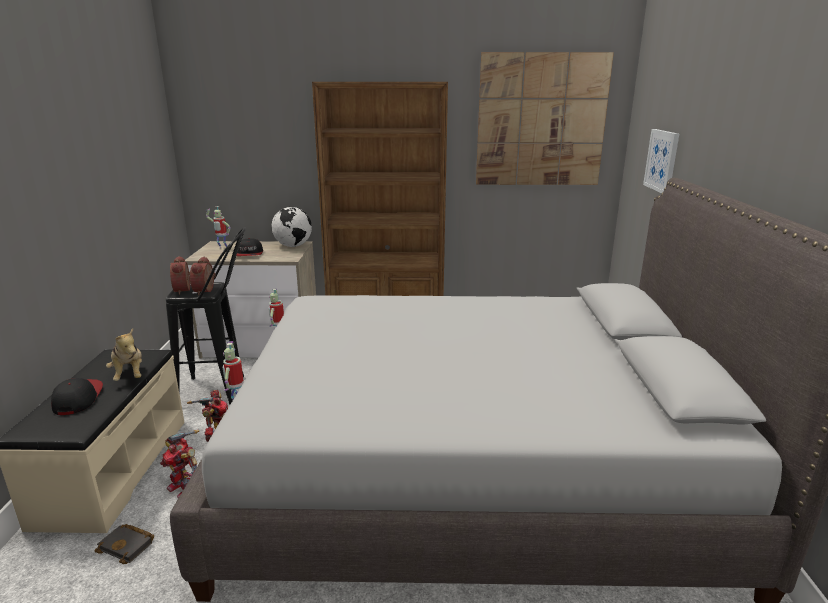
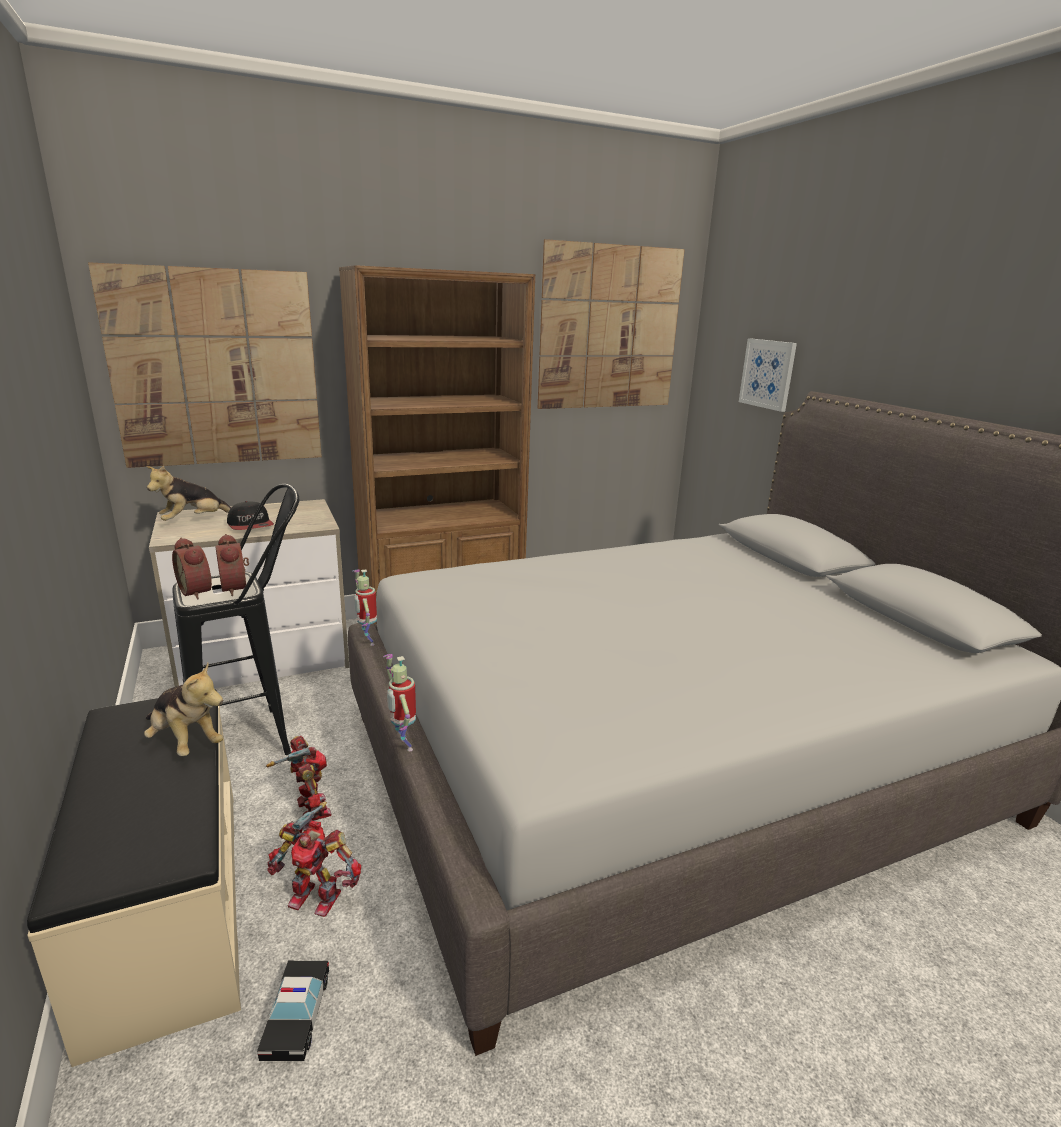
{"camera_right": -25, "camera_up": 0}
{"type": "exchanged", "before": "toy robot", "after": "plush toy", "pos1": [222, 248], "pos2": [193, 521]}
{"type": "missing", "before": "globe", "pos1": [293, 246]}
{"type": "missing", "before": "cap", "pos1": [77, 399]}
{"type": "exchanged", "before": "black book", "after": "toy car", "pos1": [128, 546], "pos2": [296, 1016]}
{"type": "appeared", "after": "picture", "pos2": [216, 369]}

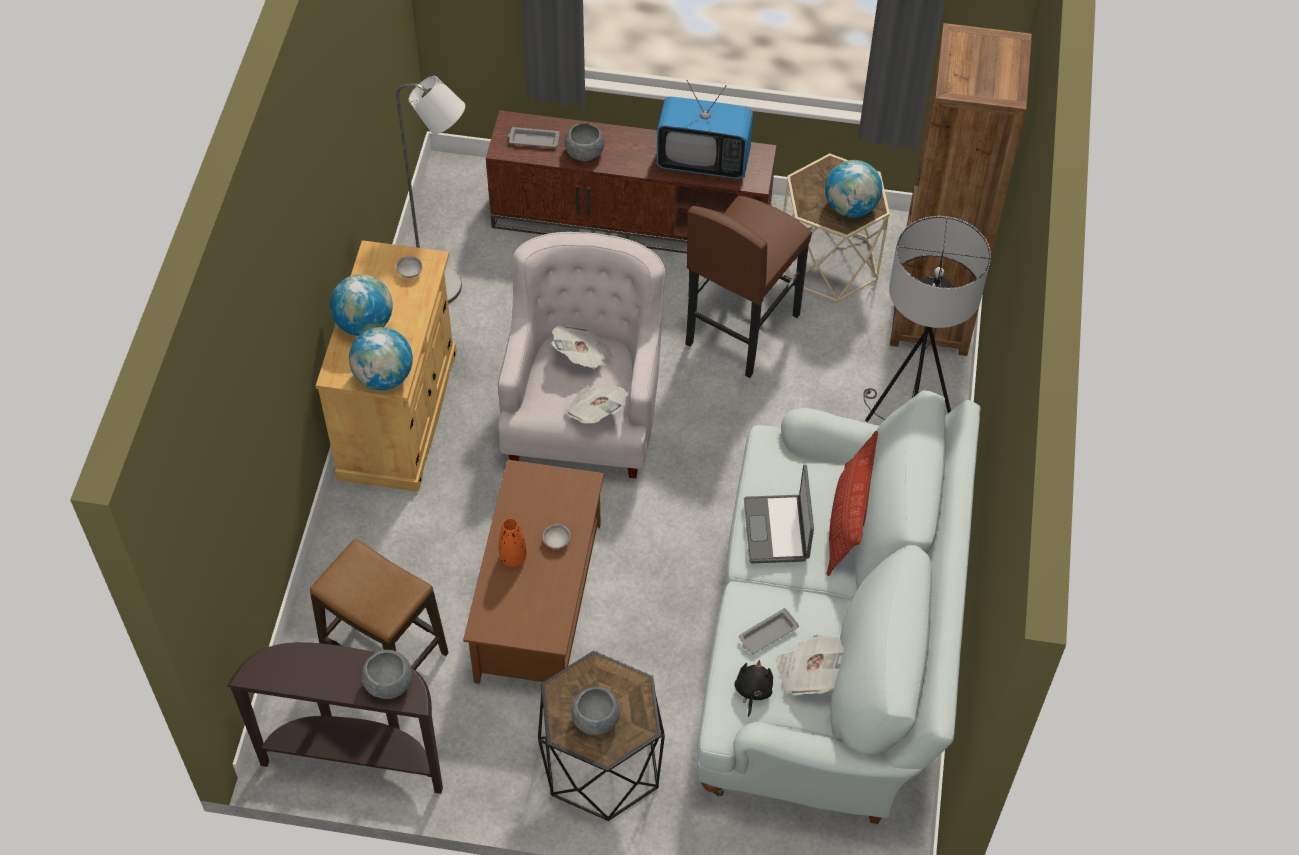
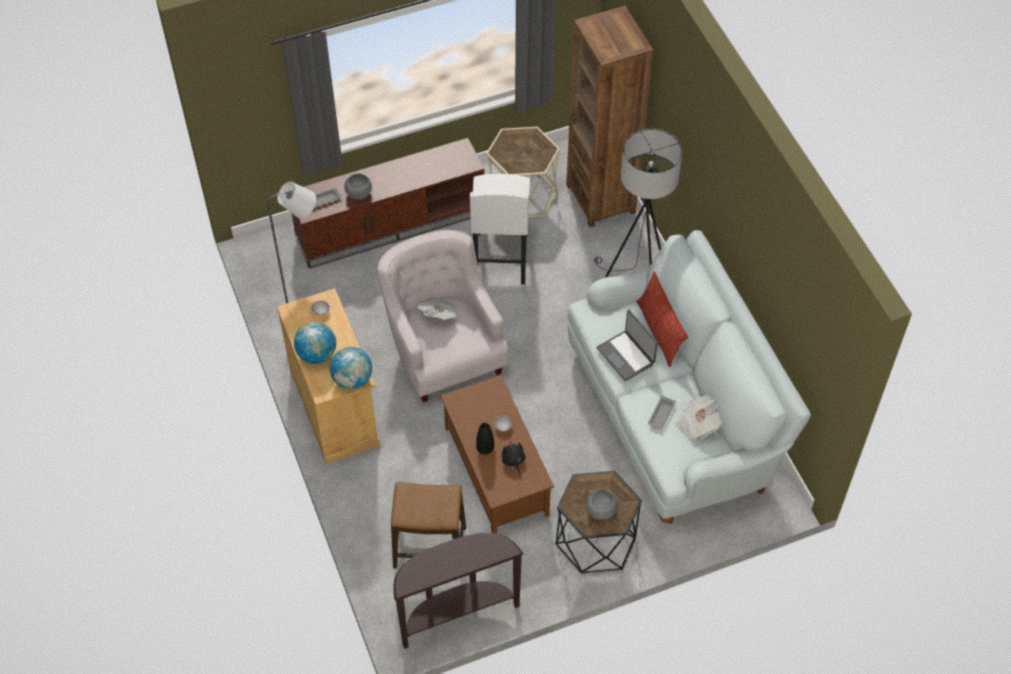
{"camera_right": -30, "camera_up": 0}
{"type": "missing", "before": "television", "pos1": [703, 161]}
{"type": "missing", "before": "globe", "pos1": [850, 207]}
{"type": "colour", "before": "brown stool", "after": "white stool", "pos1": [741, 329], "pos2": [500, 258]}
{"type": "missing", "before": "newspaper", "pos1": [596, 411]}
{"type": "colour", "before": "orange vase", "after": "black vase", "pos1": [513, 557], "pos2": [485, 448]}
{"type": "missing", "before": "grey bowl", "pos1": [388, 683]}
{"type": "relocated", "before": "black plush toy", "pos1": [752, 691], "pos2": [513, 461]}

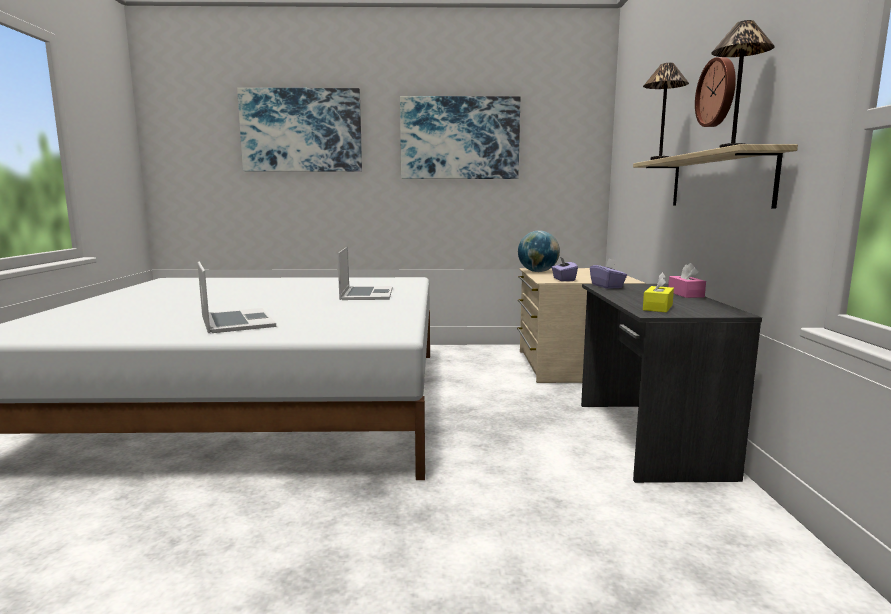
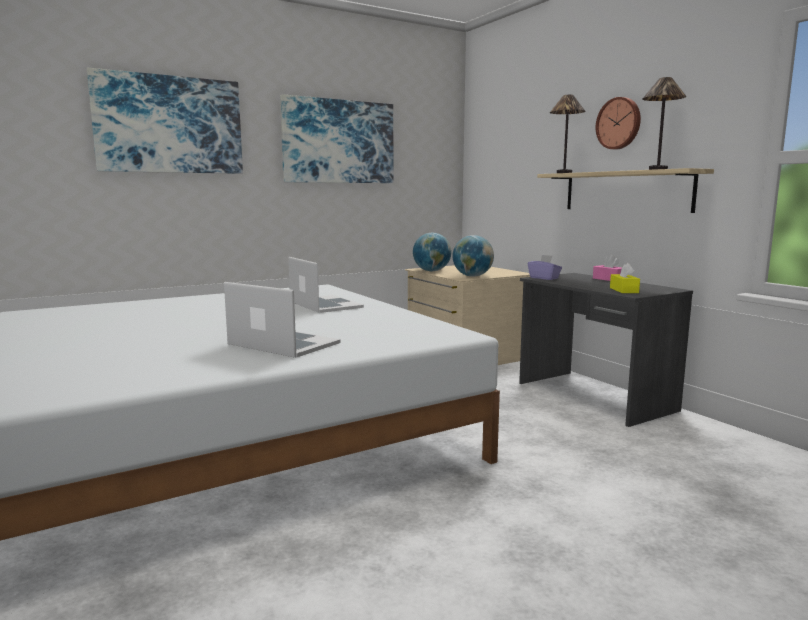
{"camera_right": -30, "camera_up": 0}
{"type": "exchanged", "before": "purple tissue box", "after": "globe", "pos1": [563, 279], "pos2": [472, 276]}

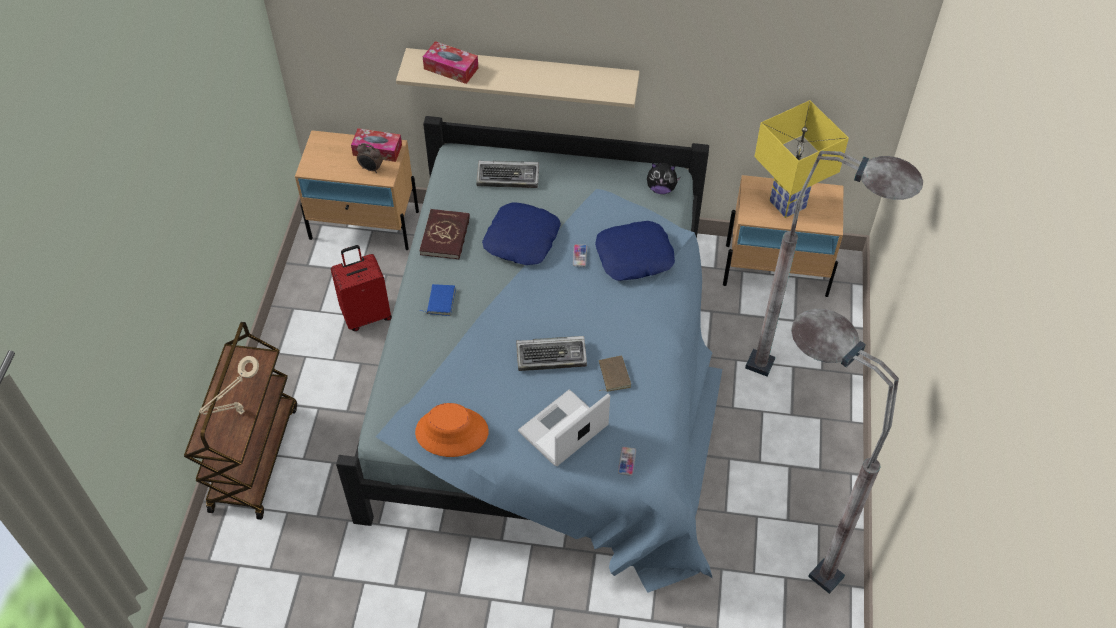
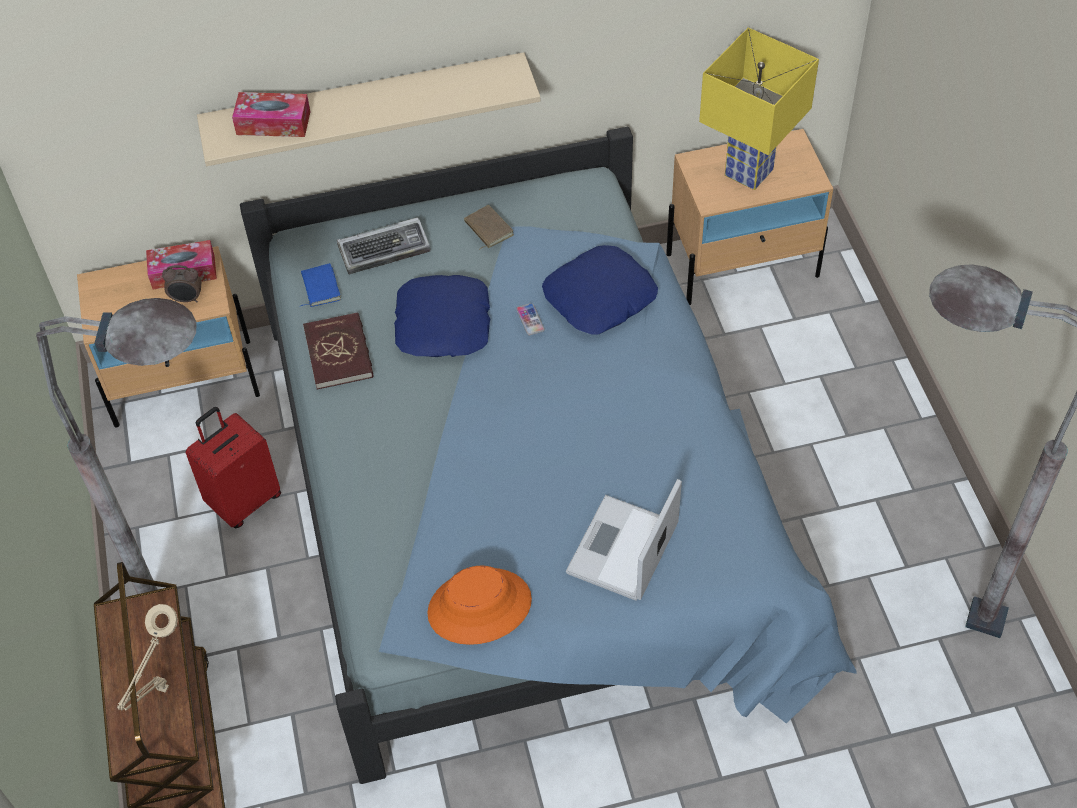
{"camera_right": -20, "camera_up": 0}
{"type": "relocated", "before": "grey floor lamp", "pos1": [805, 382], "pos2": [223, 612]}
{"type": "missing", "before": "plush toy", "pos1": [661, 188]}
{"type": "relocated", "before": "blue book", "pos1": [440, 301], "pos2": [319, 287]}
{"type": "missing", "before": "keyboard", "pos1": [552, 356]}
{"type": "relocated", "before": "brown book", "pos1": [613, 375], "pos2": [487, 229]}
{"type": "missing", "before": "phone", "pos1": [627, 461]}

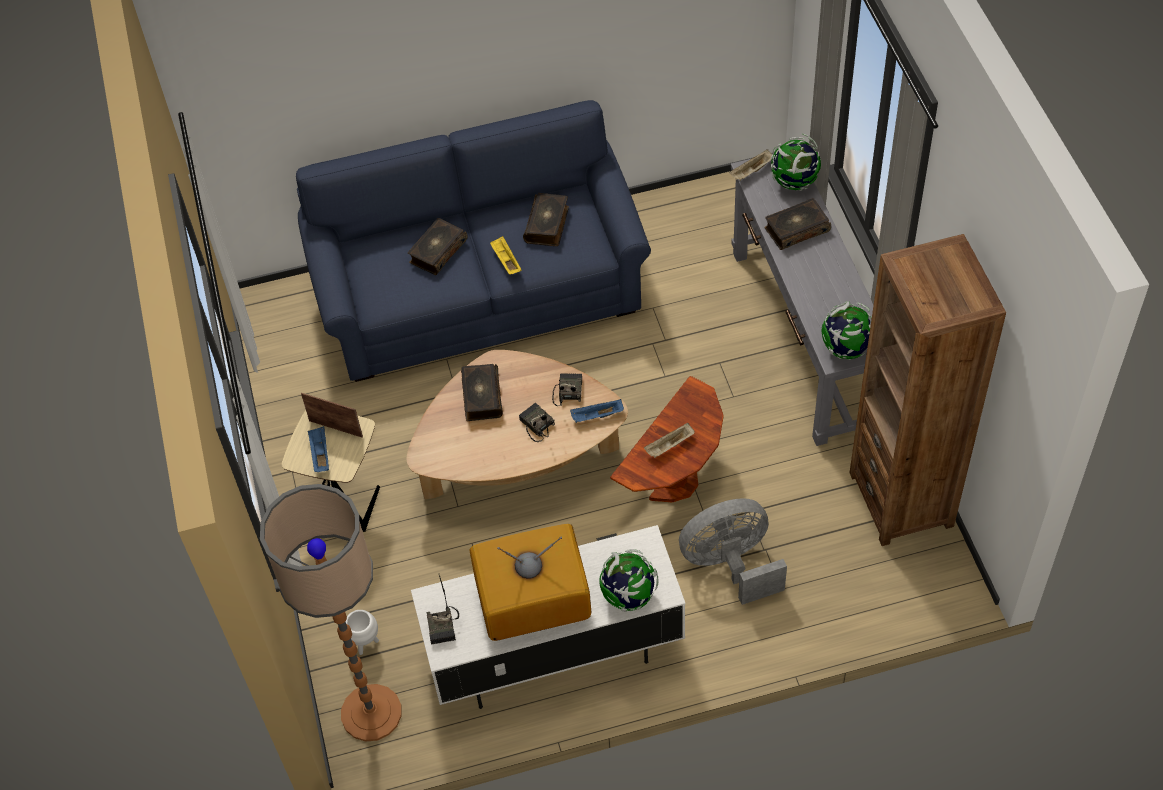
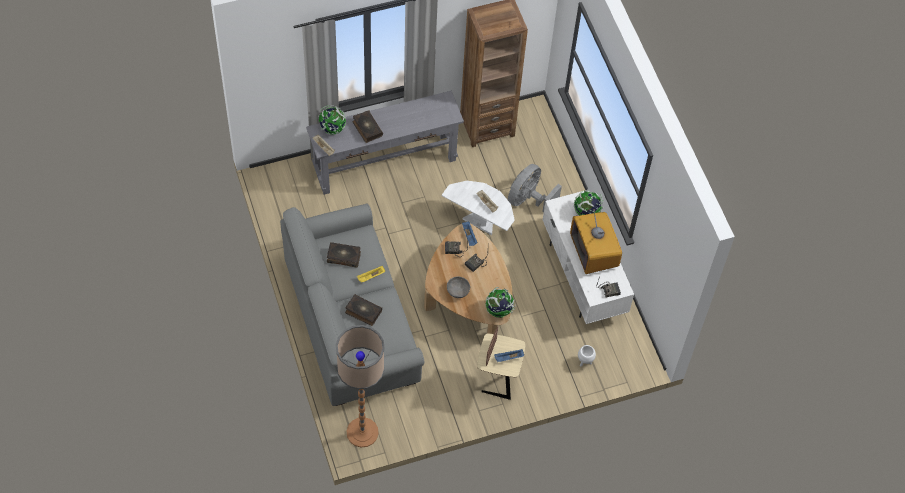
{"camera_right": -100, "camera_up": 5}
{"type": "colour", "before": "blue sofa", "after": "grey sofa", "pos1": [481, 295], "pos2": [351, 321]}
{"type": "relocated", "before": "globe", "pos1": [845, 349], "pos2": [499, 310]}
{"type": "exchanged", "before": "book", "after": "grey bowl", "pos1": [481, 397], "pos2": [458, 291]}
{"type": "colour", "before": "brown side table", "after": "white side table", "pos1": [676, 482], "pos2": [480, 223]}
{"type": "relocated", "before": "floor lamp", "pos1": [371, 712], "pos2": [362, 432]}
{"type": "spun", "before": "grey fan", "pos1": [730, 565], "pos2": [528, 199], "turn": 60}

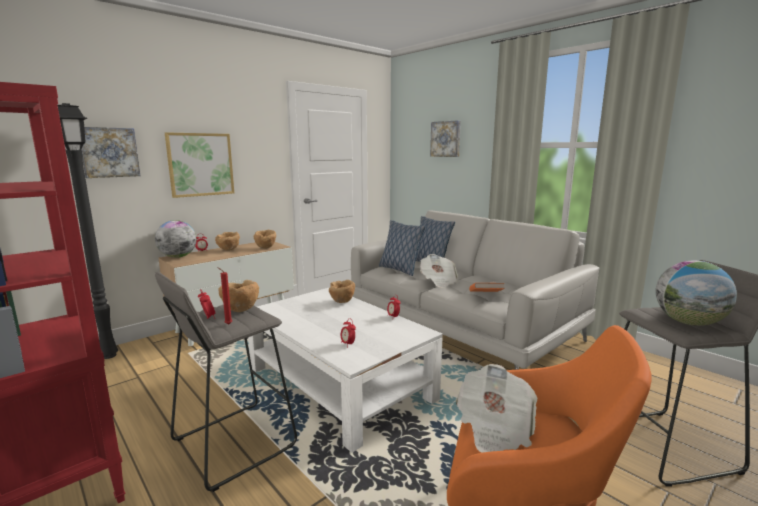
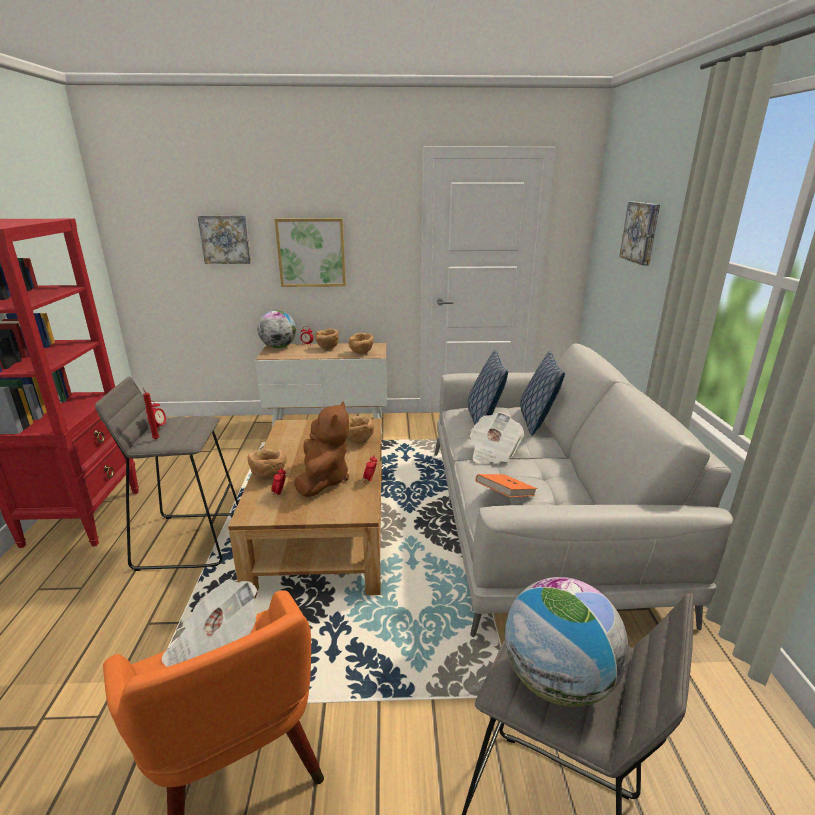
{"camera_right": 40, "camera_up": 10}
{"type": "missing", "before": "black floor lamp", "pos1": [110, 355]}
{"type": "relocated", "before": "brown bowl", "pos1": [240, 310], "pos2": [268, 477]}
{"type": "colour", "before": "white coffee table", "after": "brown coffee table", "pos1": [339, 383], "pos2": [323, 528]}
{"type": "appeared", "after": "brown plush toy", "pos2": [323, 480]}

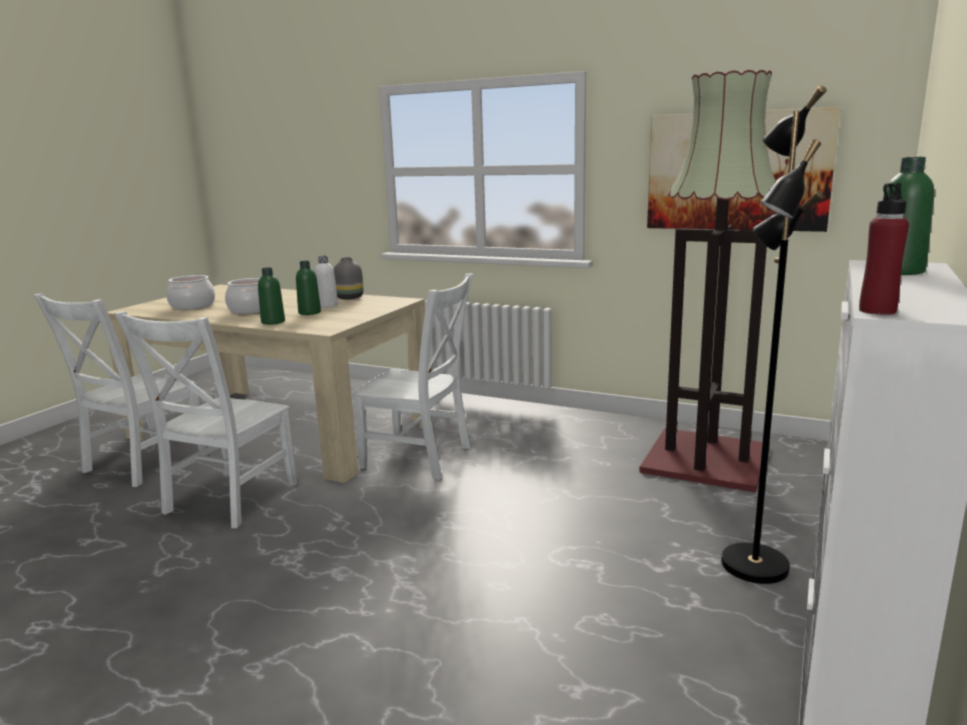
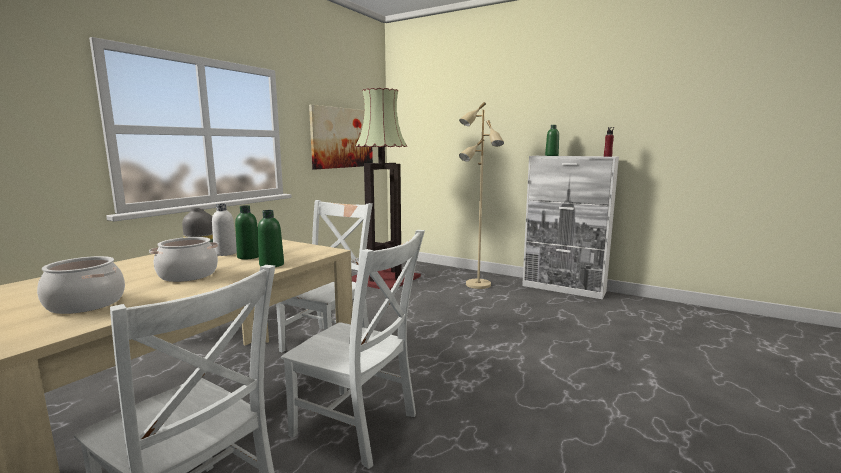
{"camera_right": -85, "camera_up": -5}
{"type": "colour", "before": "black floor lamp", "after": "beige floor lamp", "pos1": [752, 564], "pos2": [477, 285]}

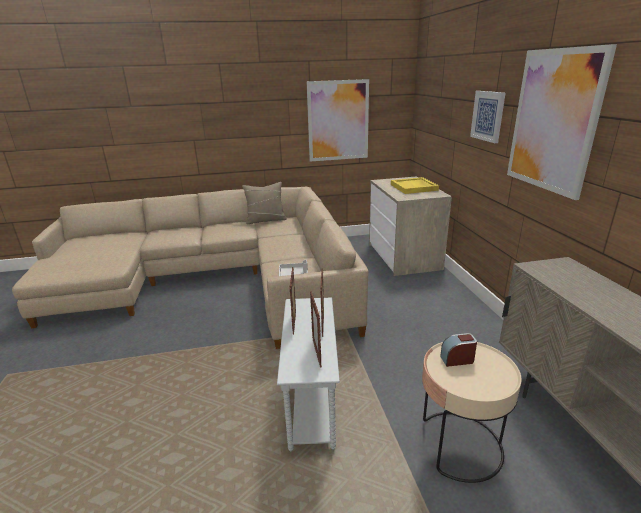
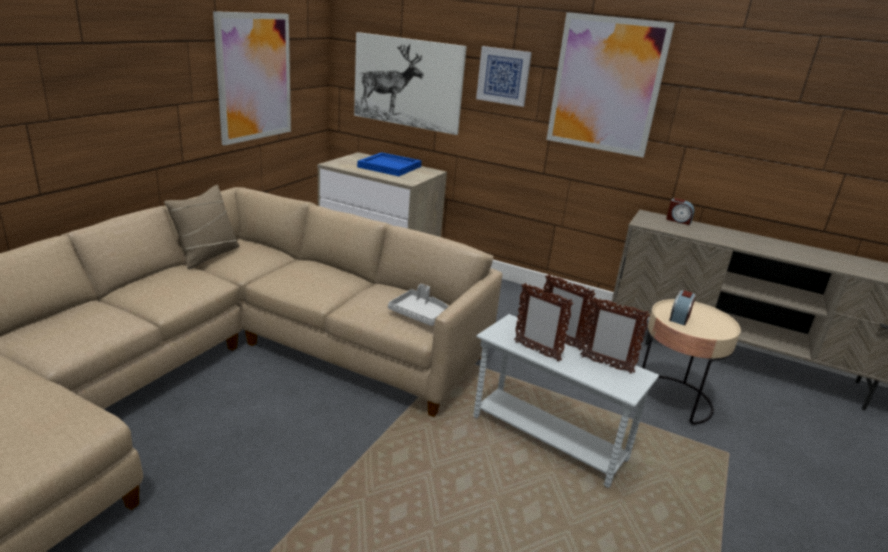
{"camera_right": -55, "camera_up": 0}
{"type": "colour", "before": "yellow tray", "after": "blue tray", "pos1": [414, 187], "pos2": [390, 167]}
{"type": "appeared", "after": "picture", "pos2": [407, 82]}
{"type": "appeared", "after": "alarm clock", "pos2": [678, 220]}

